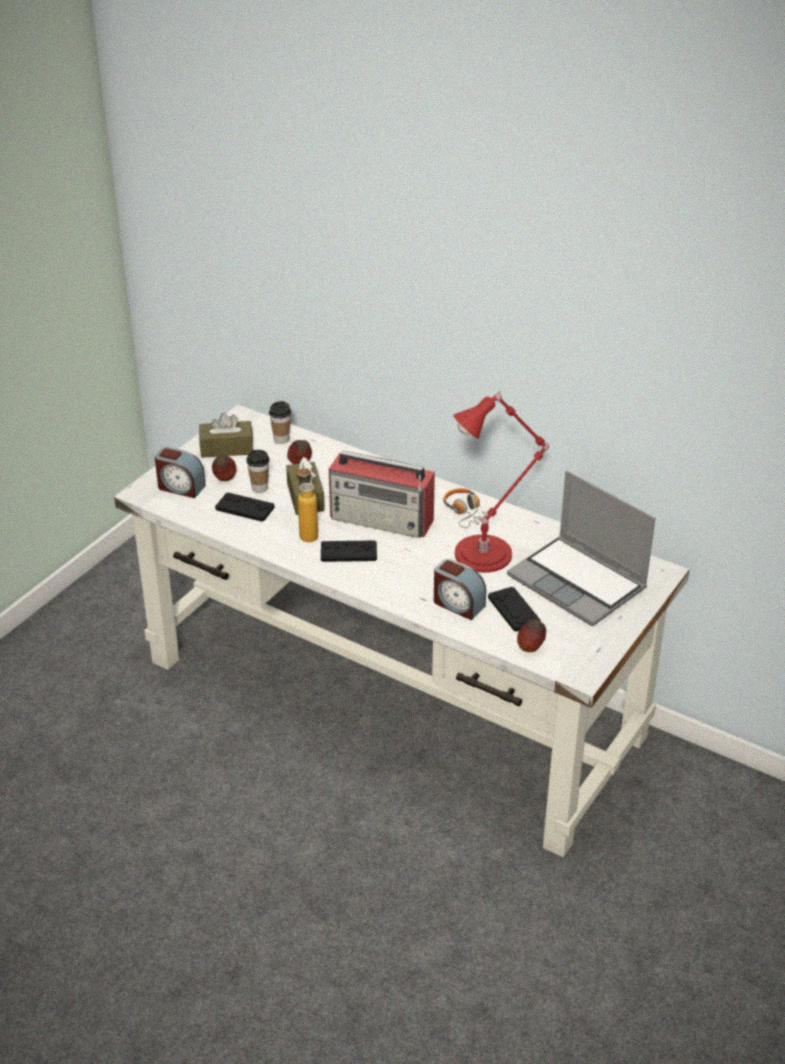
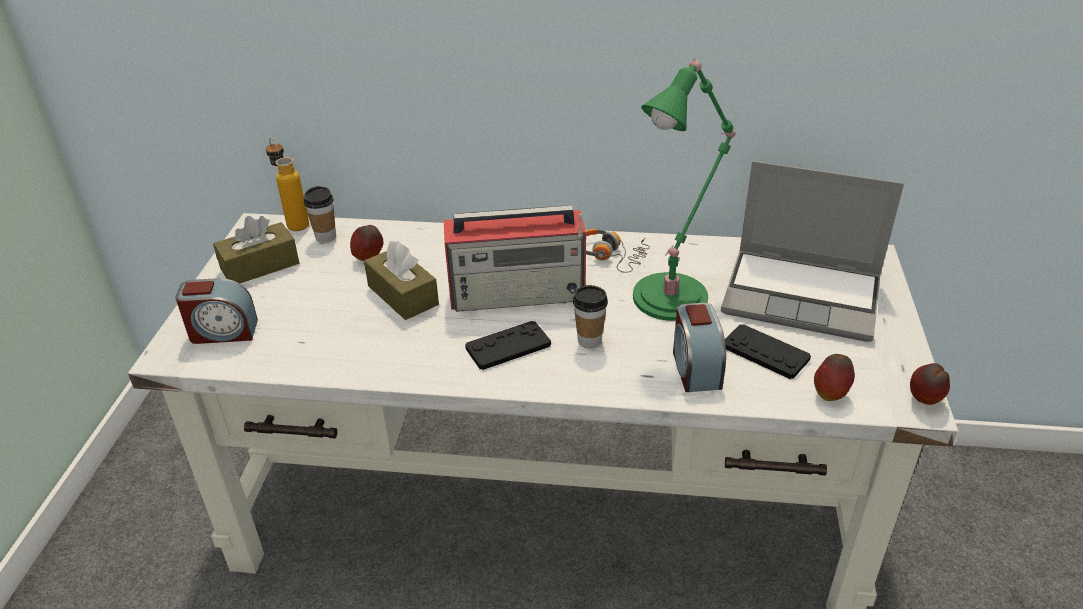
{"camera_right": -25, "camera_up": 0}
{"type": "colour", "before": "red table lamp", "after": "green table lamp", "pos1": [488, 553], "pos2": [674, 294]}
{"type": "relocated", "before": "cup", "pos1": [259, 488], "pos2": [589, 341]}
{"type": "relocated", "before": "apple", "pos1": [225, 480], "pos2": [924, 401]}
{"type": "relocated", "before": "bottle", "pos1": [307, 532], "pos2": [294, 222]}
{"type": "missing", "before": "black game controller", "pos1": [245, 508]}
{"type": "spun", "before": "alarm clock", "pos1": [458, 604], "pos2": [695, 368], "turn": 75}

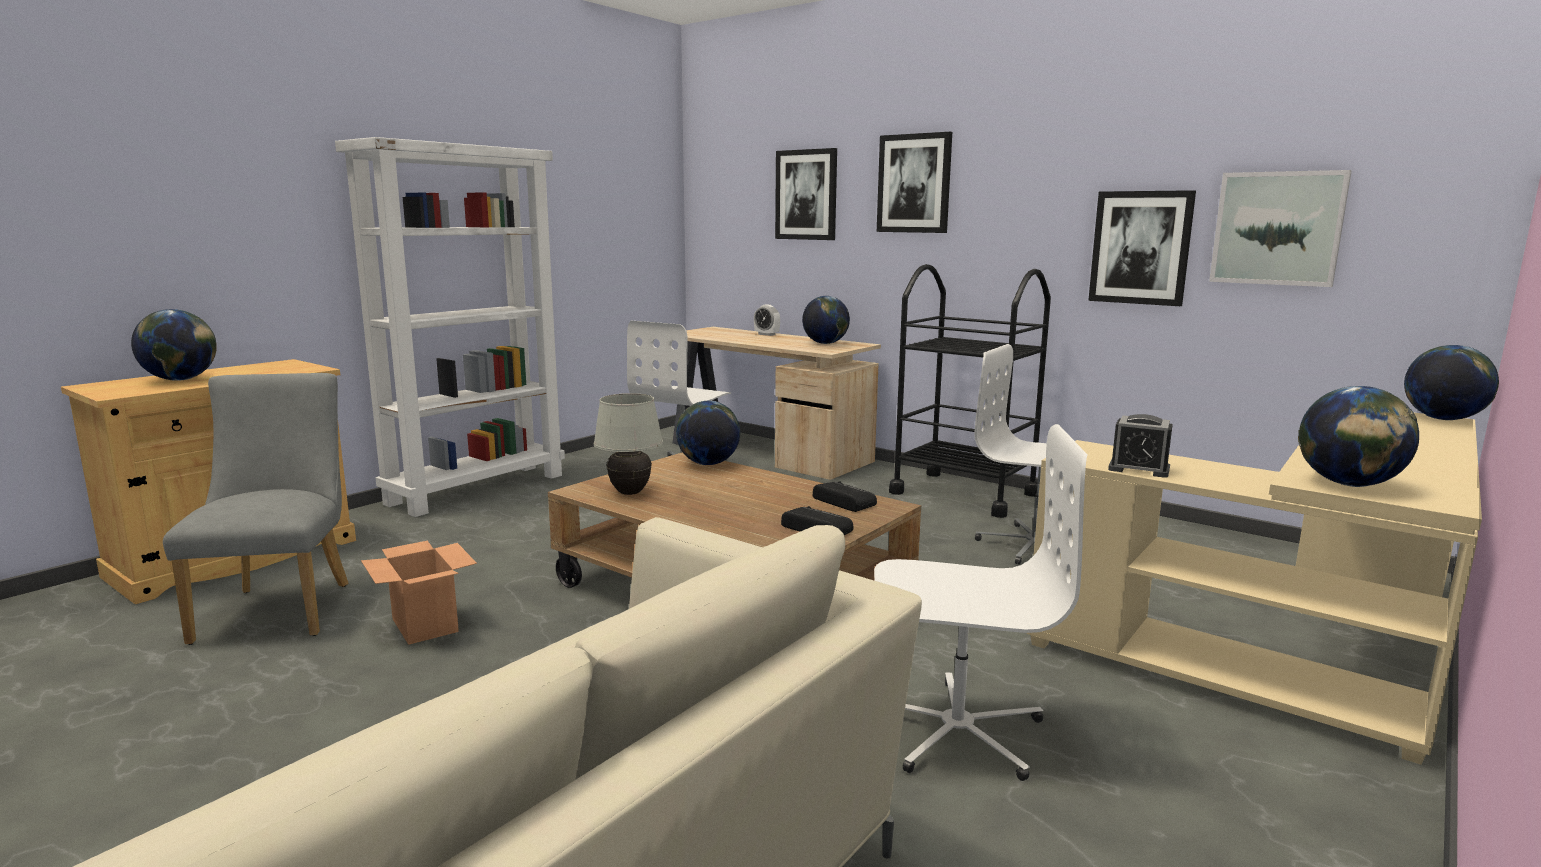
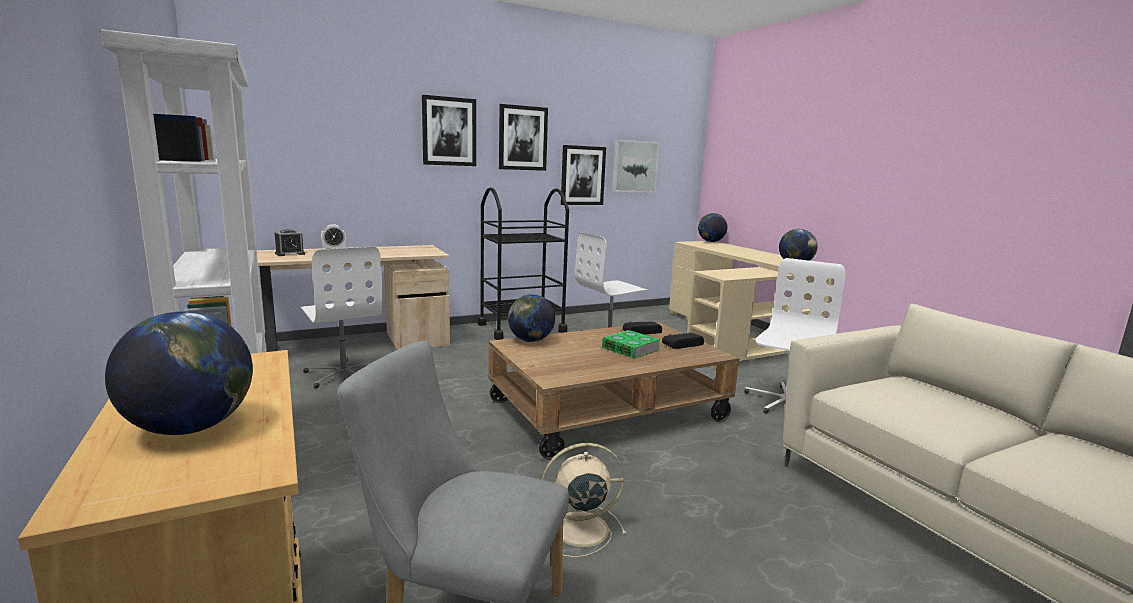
{"camera_right": -65, "camera_up": 0}
{"type": "relocated", "before": "picture", "pos1": [806, 195], "pos2": [522, 138]}
{"type": "missing", "before": "globe", "pos1": [825, 343]}
{"type": "missing", "before": "white table lamp", "pos1": [630, 493]}
{"type": "relocated", "before": "alarm clock", "pos1": [1139, 469], "pos2": [290, 254]}
{"type": "exchanged", "before": "cardboard box", "after": "beige fan", "pos1": [424, 625], "pos2": [578, 529]}
{"type": "appeared", "after": "book", "pos2": [630, 349]}

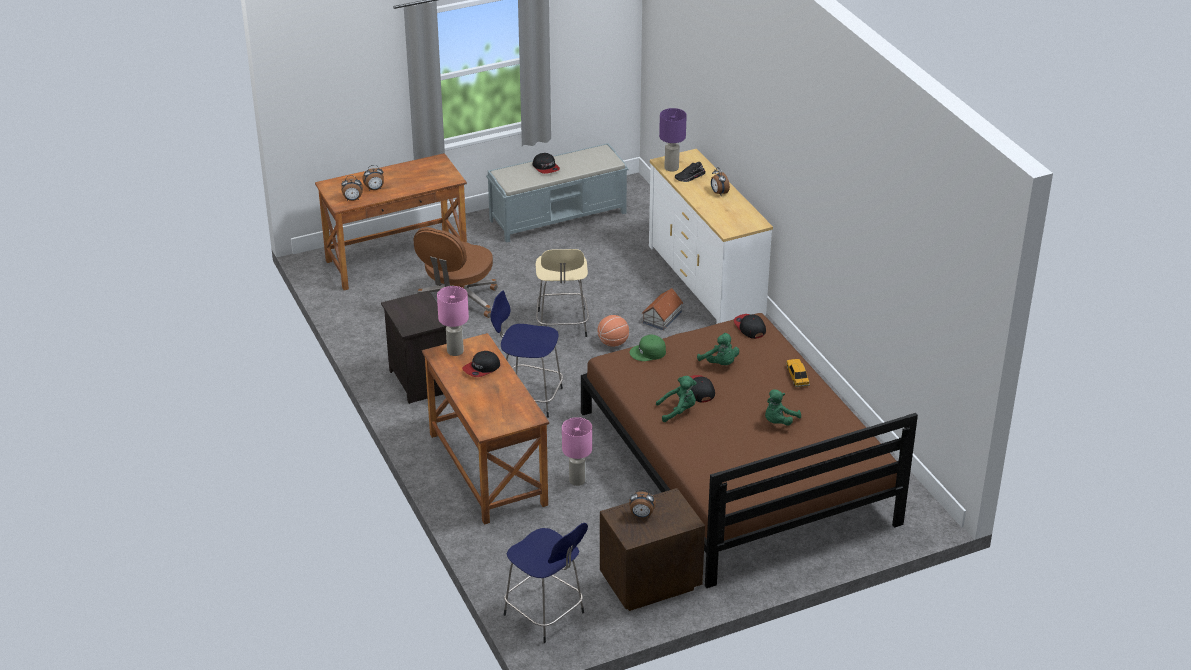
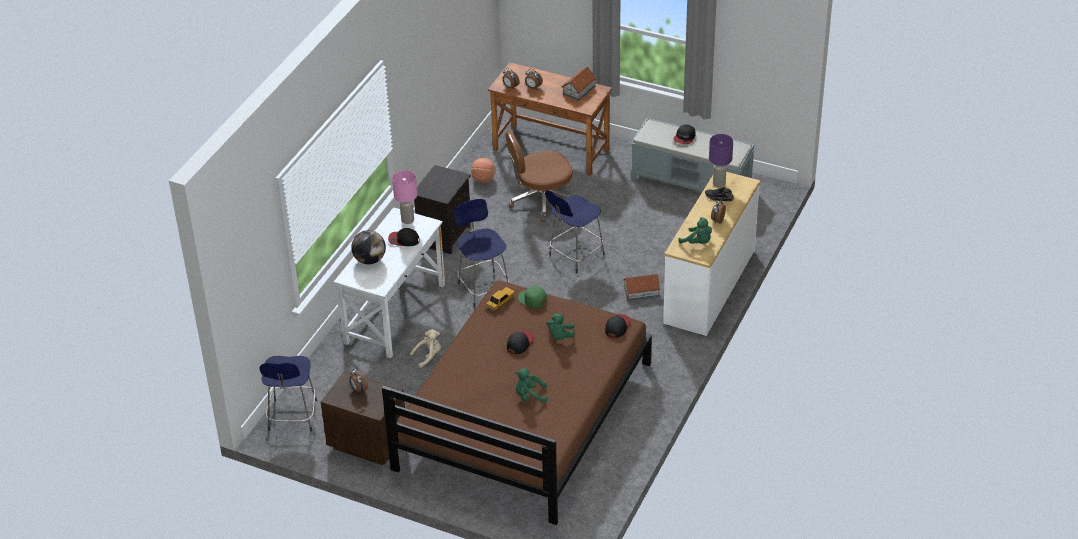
{"camera_right": 50, "camera_up": 5}
{"type": "colour", "before": "beige stool", "after": "blue stool", "pos1": [562, 325], "pos2": [575, 256]}
{"type": "relocated", "before": "basketball", "pos1": [613, 343], "pos2": [484, 179]}
{"type": "colour", "before": "brown desk", "after": "white desk", "pos1": [487, 469], "pos2": [394, 313]}
{"type": "relocated", "before": "toy car", "pos1": [797, 376], "pos2": [500, 301]}
{"type": "relocated", "before": "green plush toy", "pos1": [678, 411], "pos2": [697, 242]}
{"type": "exchanged", "before": "pink table lamp", "after": "beige plush toy", "pos1": [577, 480], "pos2": [428, 356]}
{"type": "appeared", "after": "toy house", "pos2": [579, 90]}
{"type": "appeared", "after": "globe", "pos2": [370, 260]}

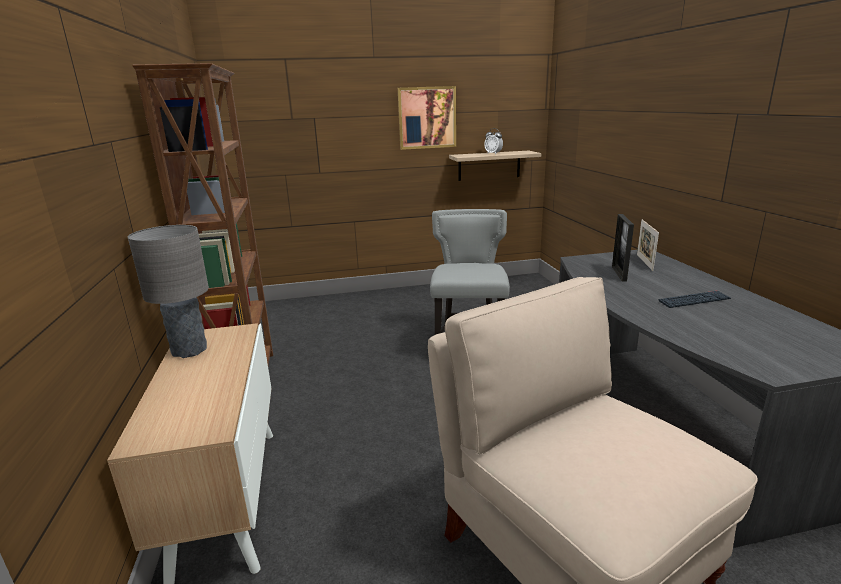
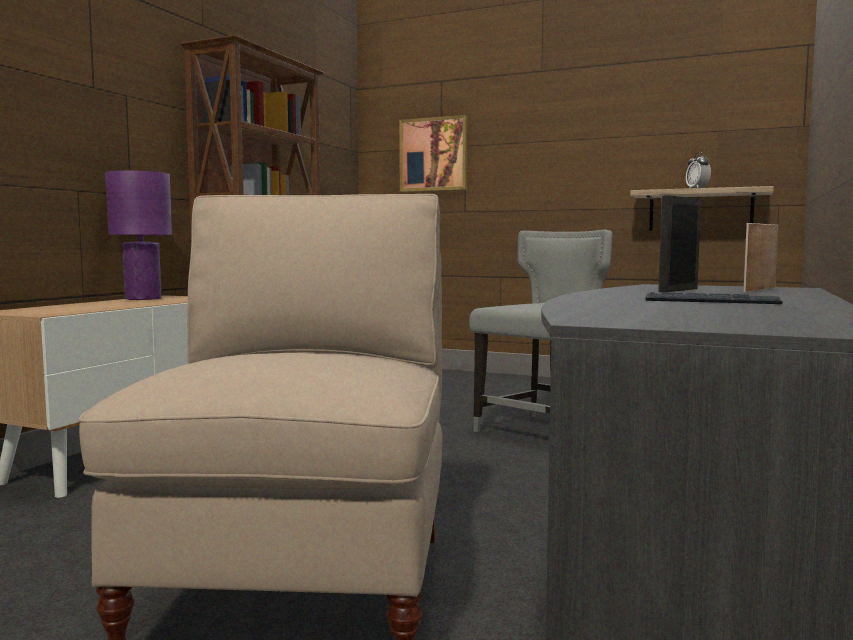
{"camera_right": 35, "camera_up": -15}
{"type": "relocated", "before": "picture", "pos1": [427, 118], "pos2": [433, 154]}
{"type": "colour", "before": "grey table lamp", "after": "purple table lamp", "pos1": [189, 350], "pos2": [143, 299]}

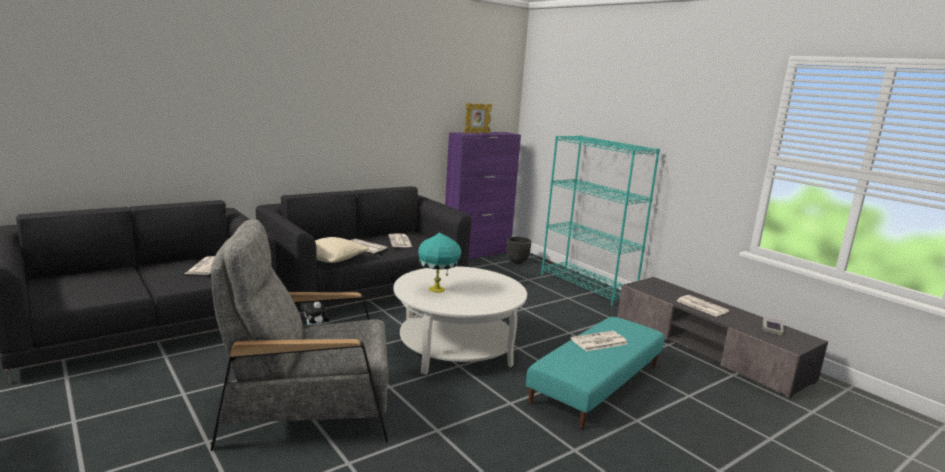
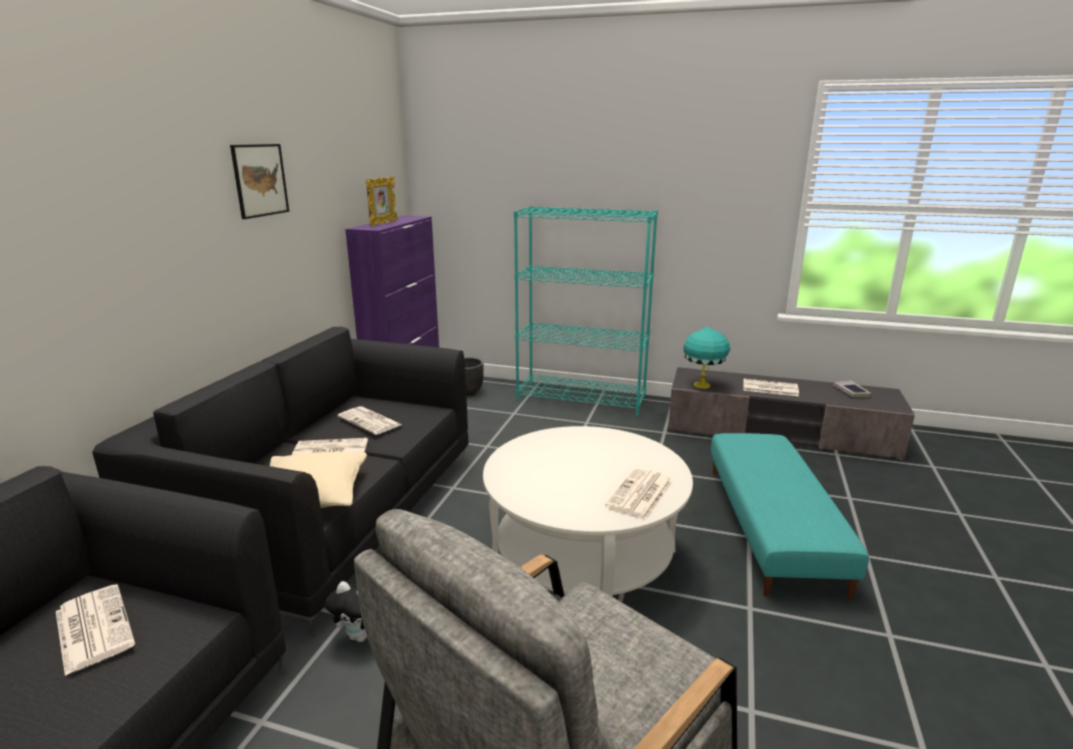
{"camera_right": -35, "camera_up": 5}
{"type": "relocated", "before": "turquoise table lamp", "pos1": [437, 290], "pos2": [703, 385]}
{"type": "relocated", "before": "newspaper", "pos1": [599, 342], "pos2": [640, 495]}
{"type": "appeared", "after": "picture", "pos2": [260, 180]}

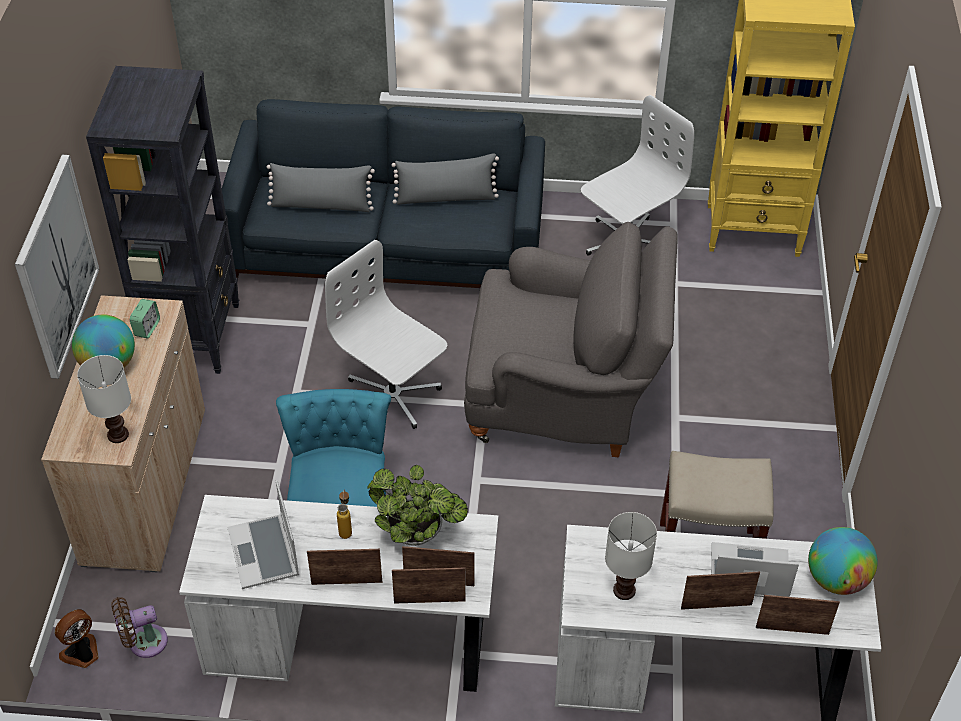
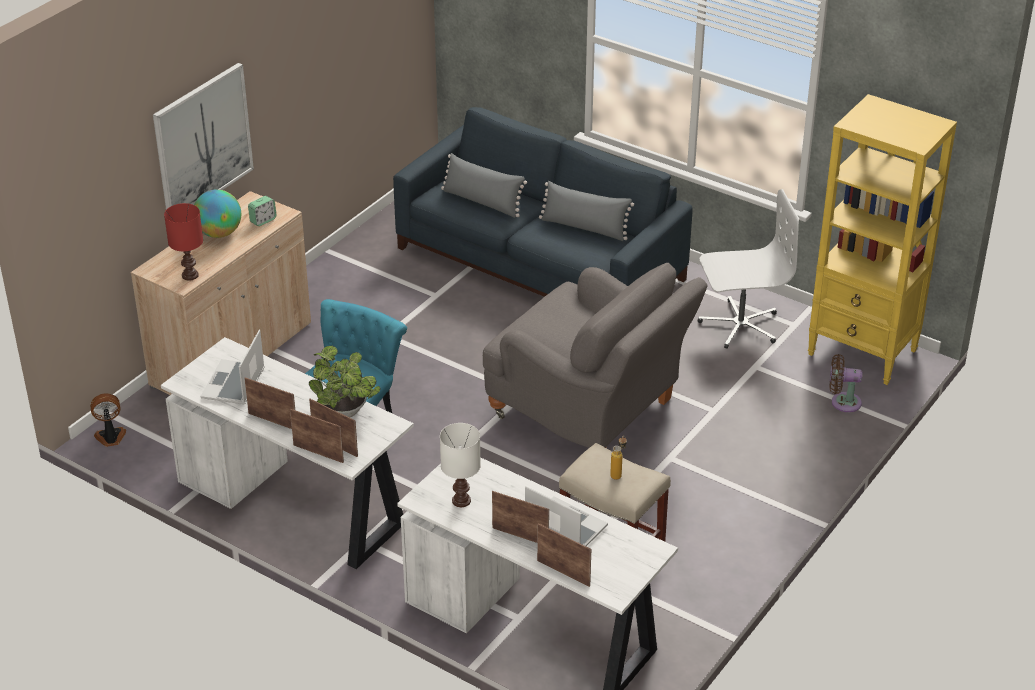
{"camera_right": 30, "camera_up": -10}
{"type": "missing", "before": "black bookcase", "pos1": [194, 335]}
{"type": "missing", "before": "white office chair", "pos1": [392, 396]}
{"type": "colour", "before": "white table lamp", "after": "red table lamp", "pos1": [118, 434], "pos2": [190, 275]}
{"type": "relocated", "before": "bottle", "pos1": [346, 529], "pos2": [618, 473]}
{"type": "missing", "before": "globe", "pos1": [836, 579]}
{"type": "relocated", "before": "brown fan", "pos1": [143, 642], "pos2": [842, 402]}

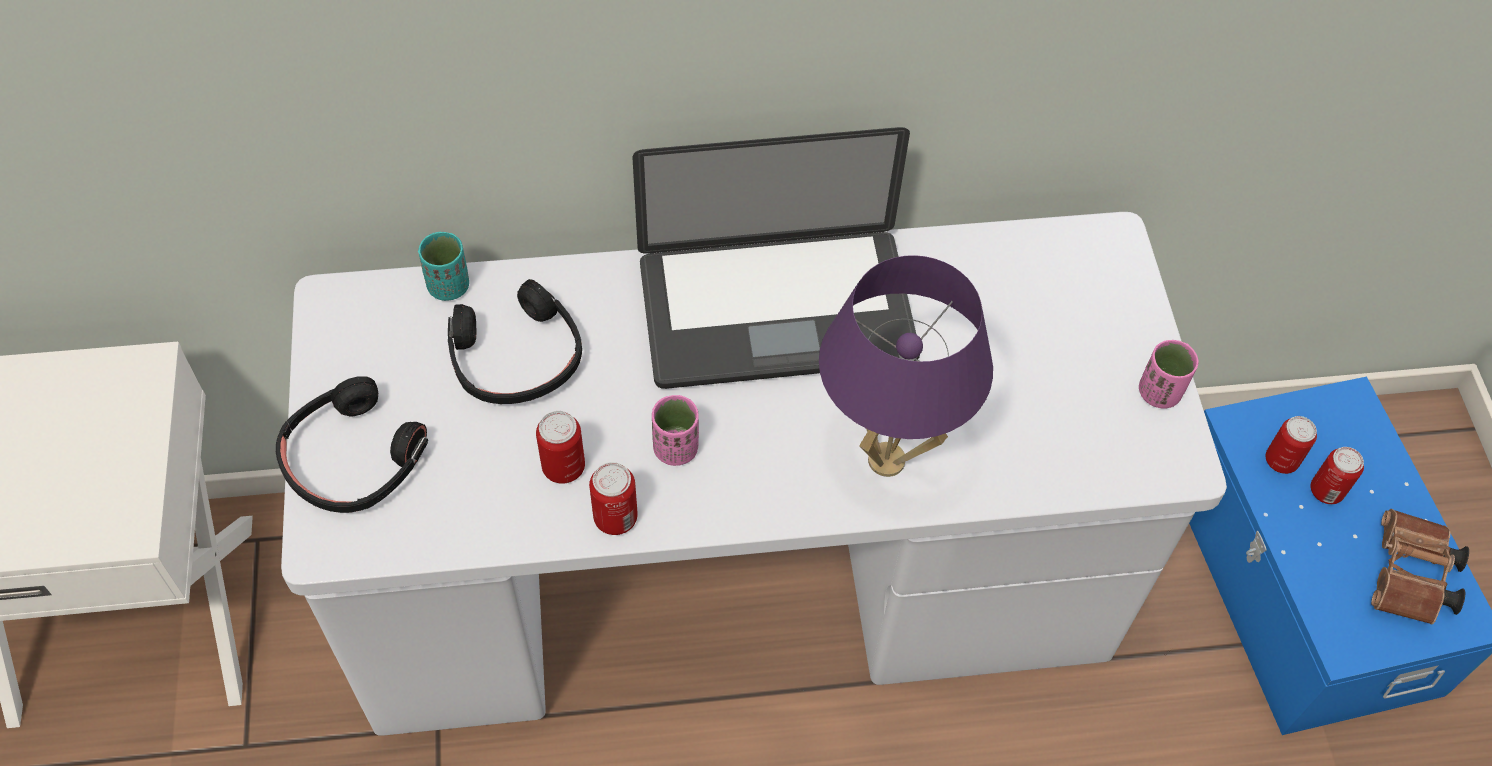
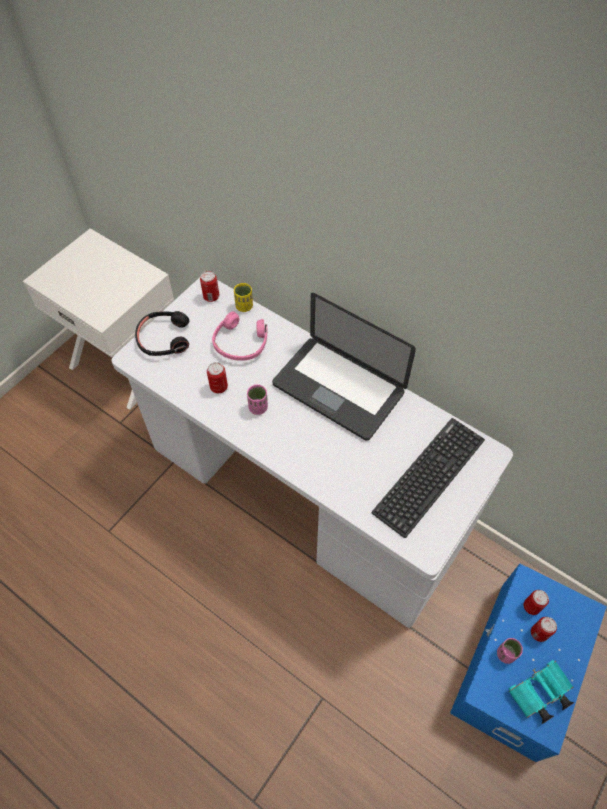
{"camera_right": 45, "camera_up": 0}
{"type": "colour", "before": "turquoise cup", "after": "yellow cup", "pos1": [449, 286], "pos2": [244, 306]}
{"type": "missing", "before": "purple table lamp", "pos1": [886, 461]}
{"type": "colour", "before": "black headphones", "after": "pink headphones", "pos1": [516, 357], "pos2": [241, 343]}
{"type": "relocated", "before": "pink cup", "pos1": [1159, 393], "pos2": [505, 654]}
{"type": "relocated", "before": "can", "pos1": [615, 518], "pos2": [211, 296]}
{"type": "colour", "before": "brown binoculars", "after": "turquoise binoculars", "pos1": [1408, 580], "pos2": [538, 694]}
{"type": "appeared", "after": "keyboard", "pos2": [429, 476]}

